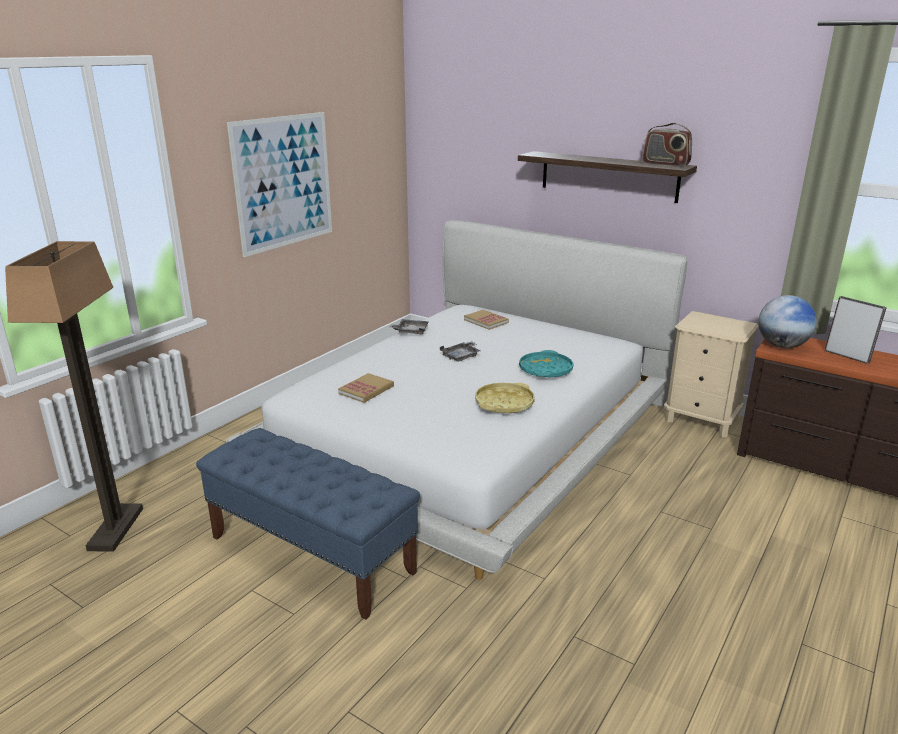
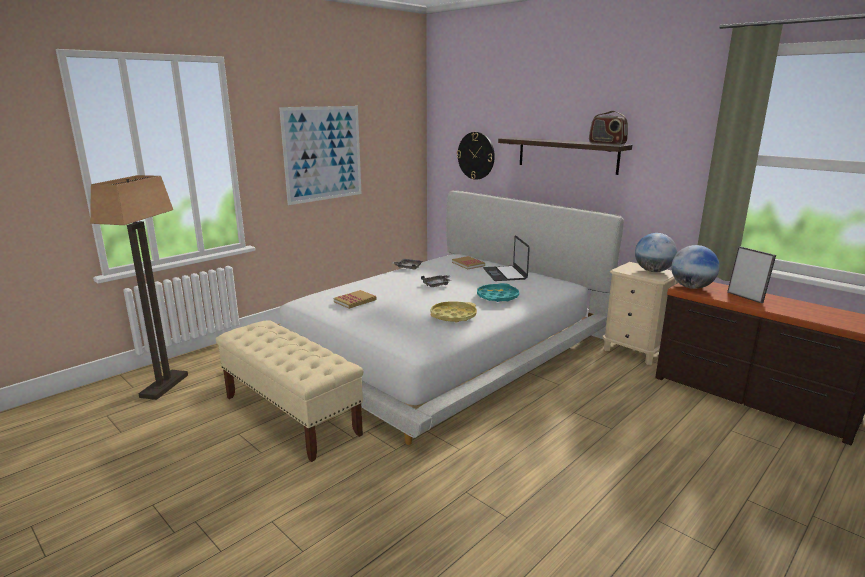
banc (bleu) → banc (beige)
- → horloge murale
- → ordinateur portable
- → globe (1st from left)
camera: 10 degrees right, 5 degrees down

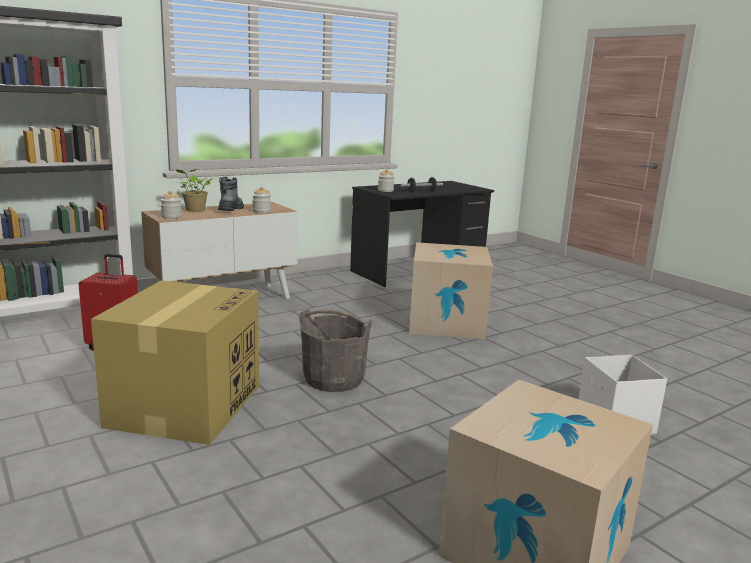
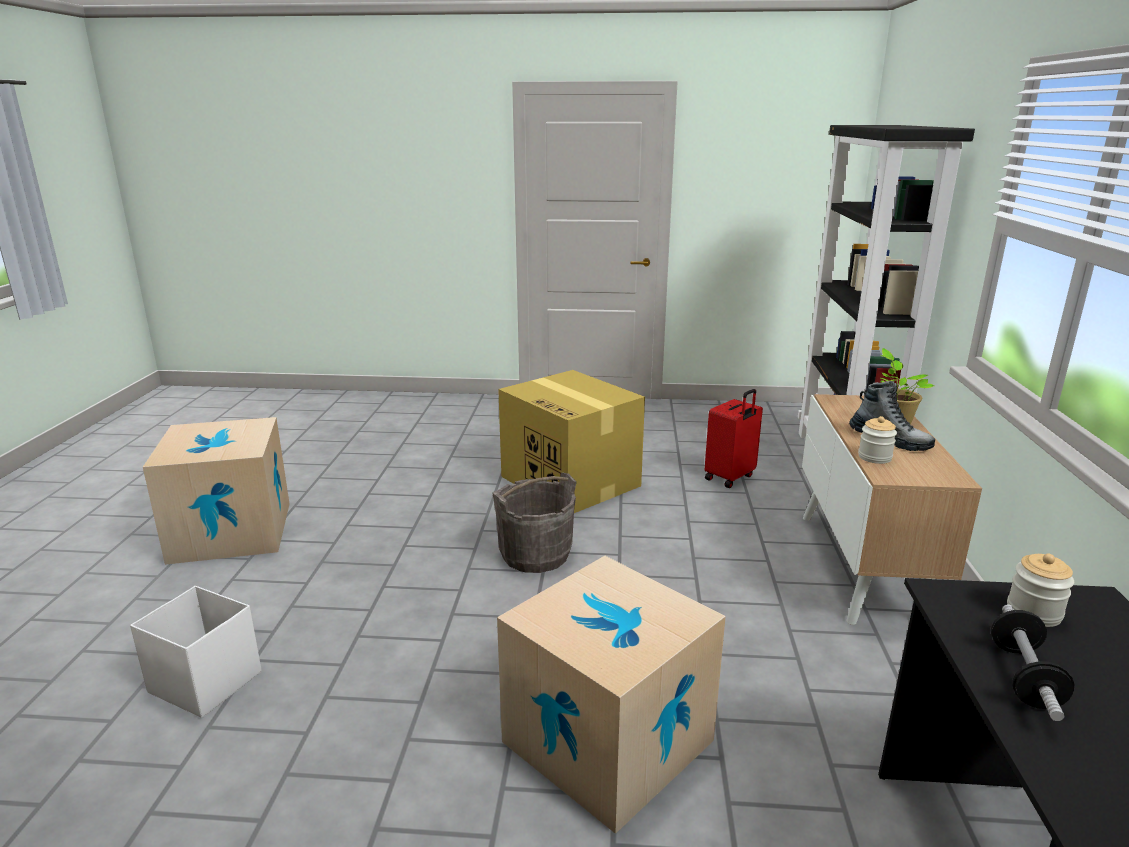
bocal (1st from left) → -
camera: 130 degrees right, 5 degrees up

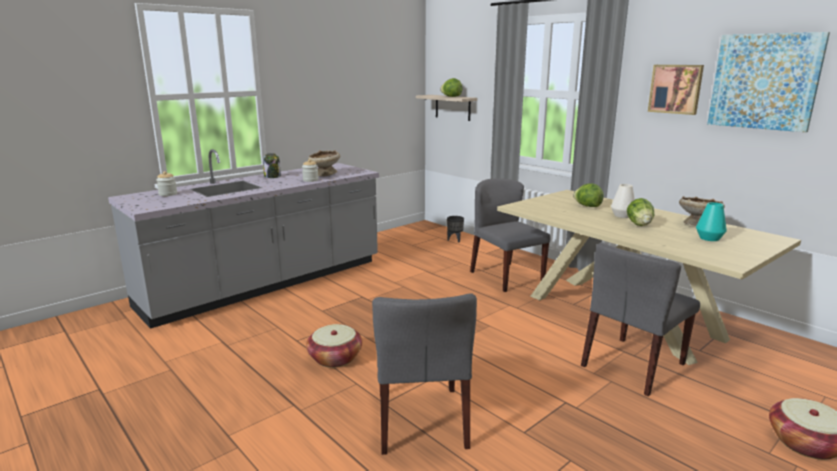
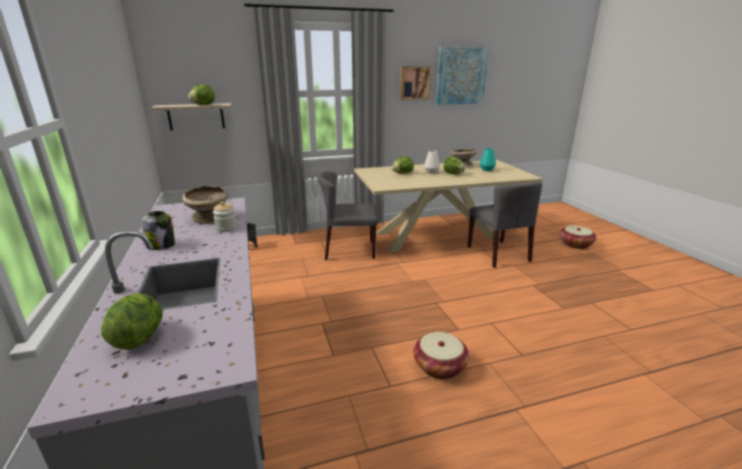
bocal (1st from left) → laitue (1st from left)
chaise (gris) (1st from left) → -
camera: 65 degrees left, 5 degrees up

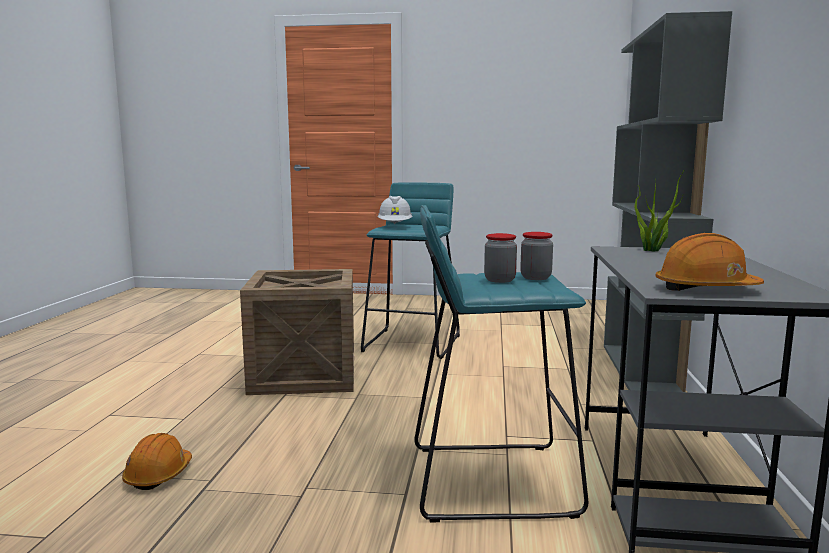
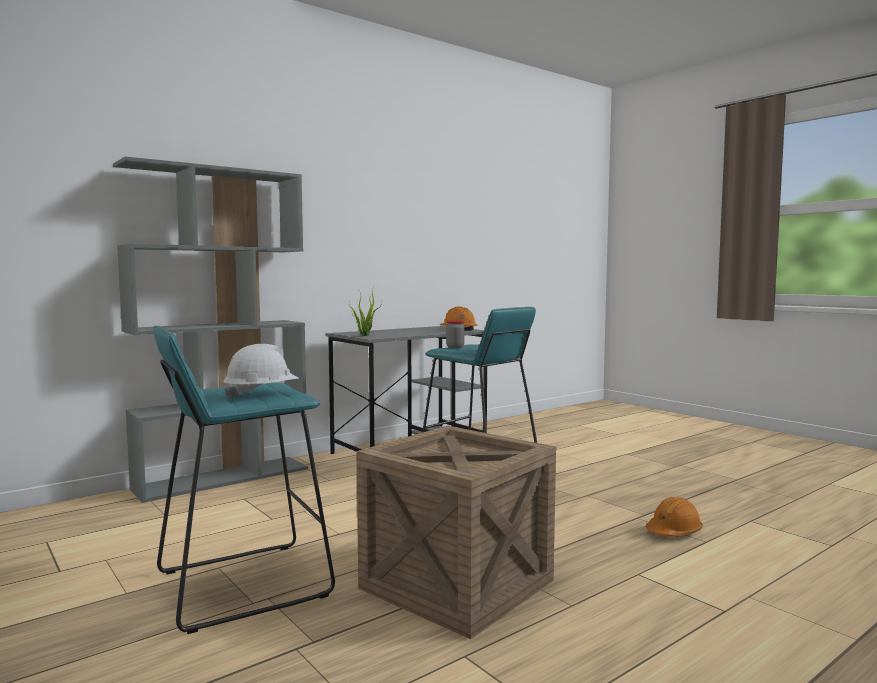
bocal (1st from left) → -
camera: 135 degrees left, 5 degrees down

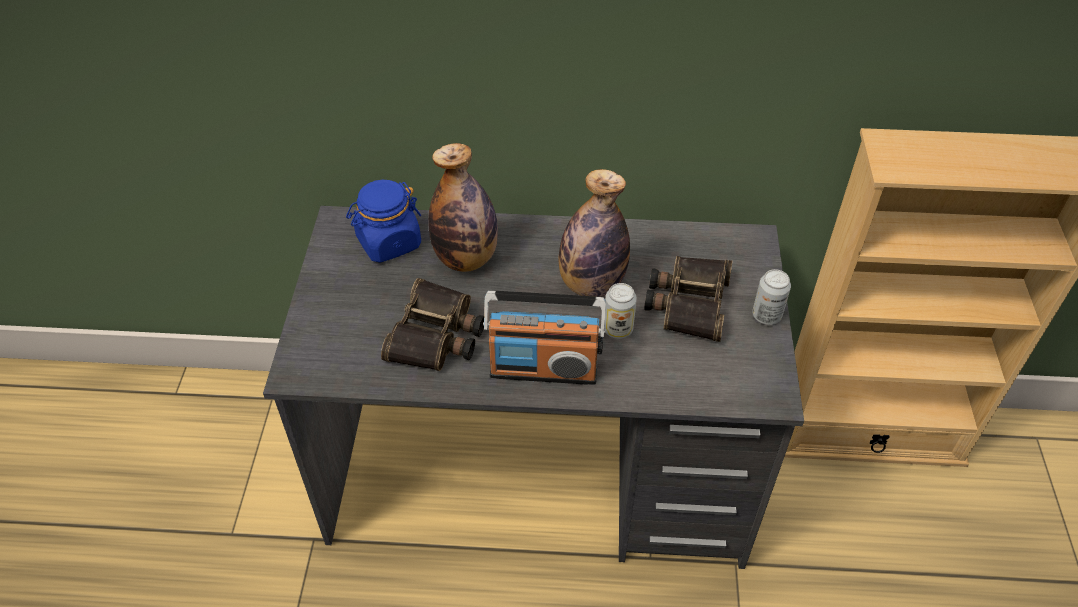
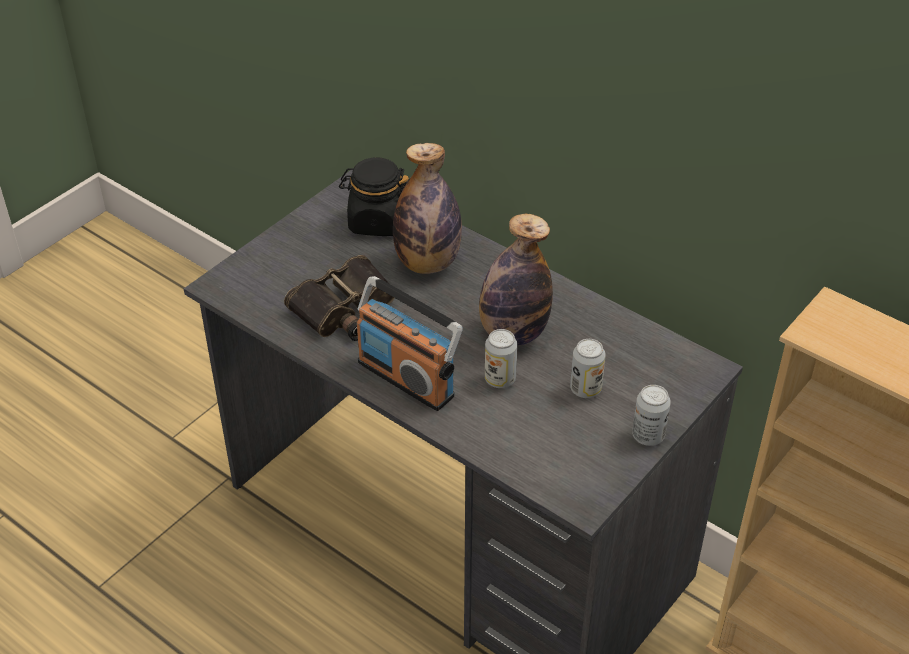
bocal (bleu) → bocal (noir)
jumelles (2nd from left) → boîte métallique (2nd from left)
camera: 35 degrees right, 5 degrees down

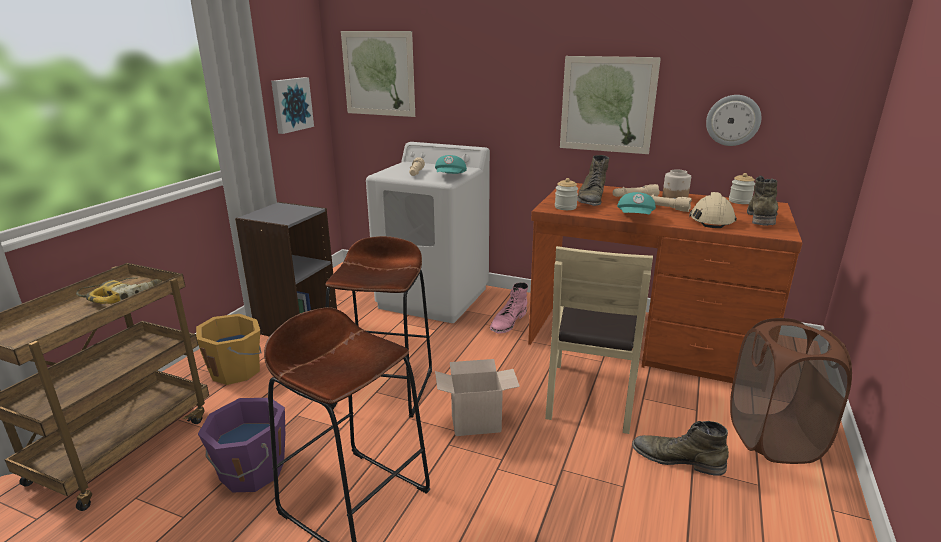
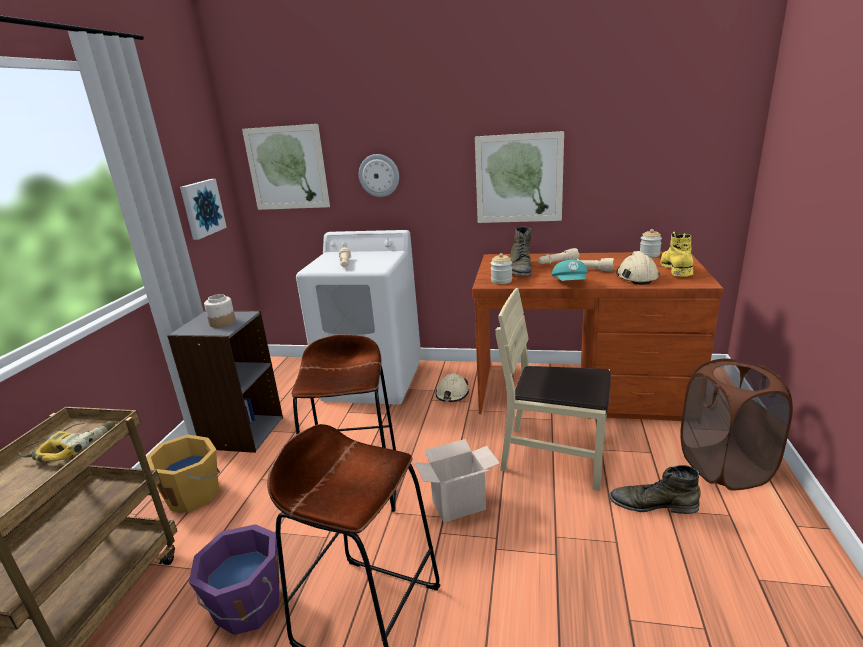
bocal (2nd from left in the first image) → bocal (1st from left), moved
horloge murale, moved
botte (rose) → casque de chantier (beige) (1st from left)
chaise (beige), 105 degrees clockwise
botte (vert) (3rd from left) → botte (jaune)
casquette (turquoise) (1st from left) → -
camera: 10 degrees left, 0 degrees up

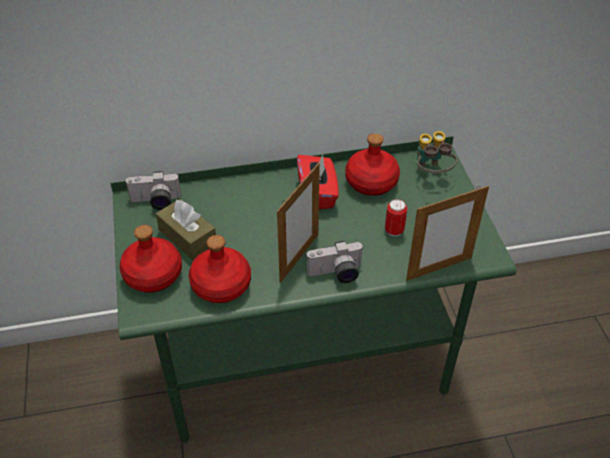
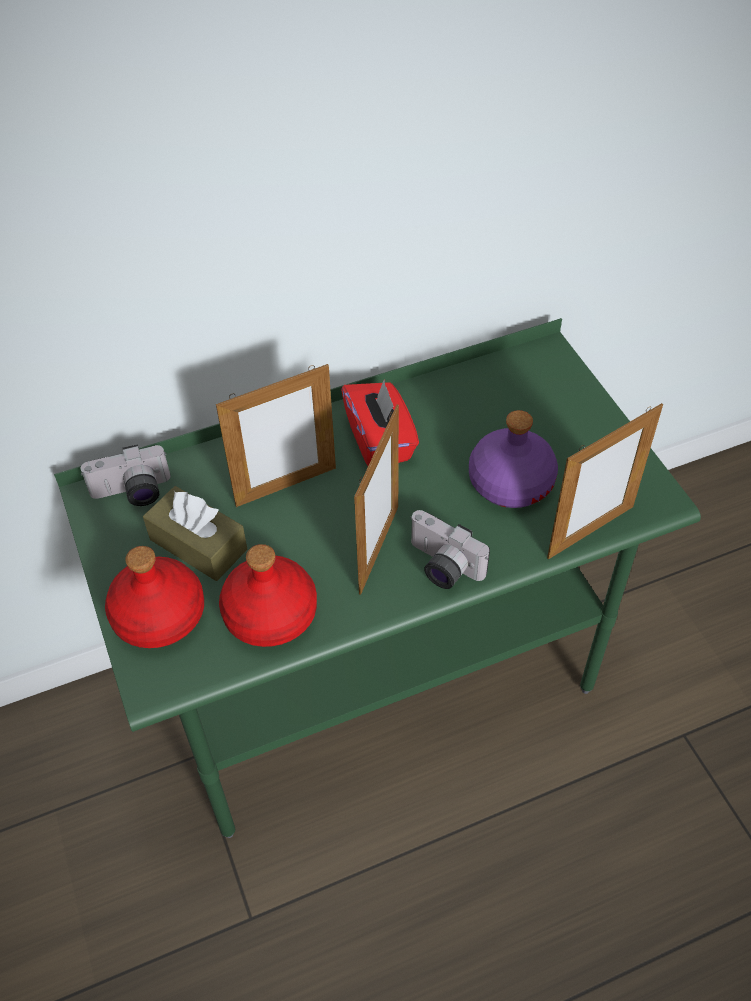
- → cadre photo (1st from left)
appareil photo (2nd from left), 60 degrees clockwise
boîte métallique → bouteille (violet)
bouteille (rouge) (3rd from left) → -
jumelles → -
camera: 10 degrees left, 5 degrees up

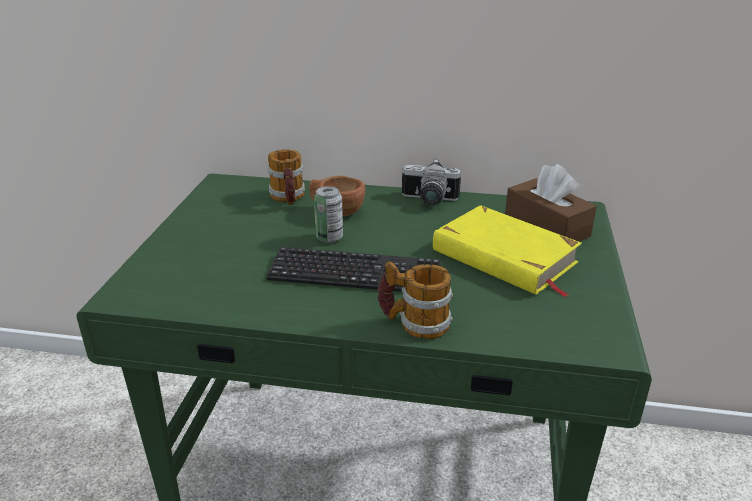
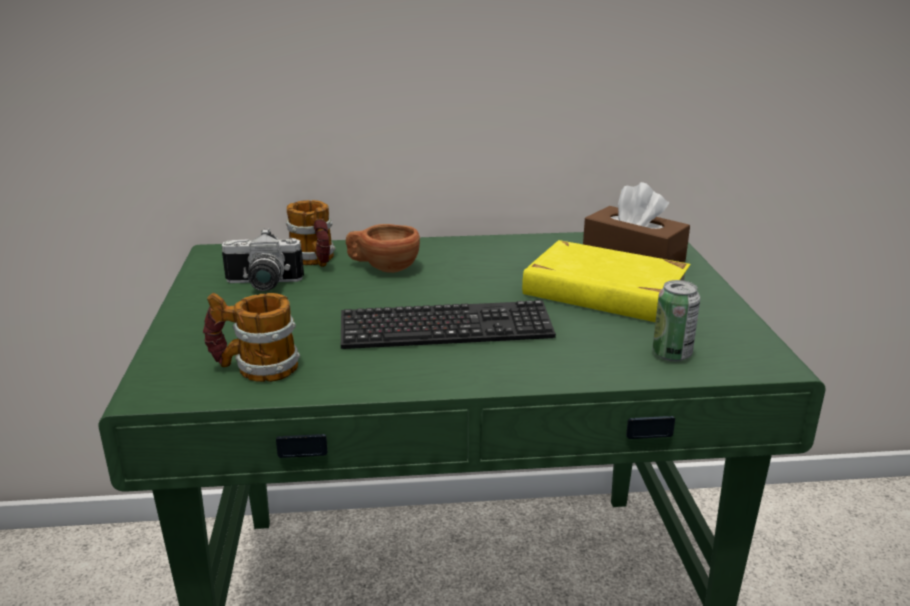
mug (2nd from left in the first image) → mug (1st from left), moved
appareil photo, moved
boîte métallique, moved
camera: 15 degrees left, 5 degrees down

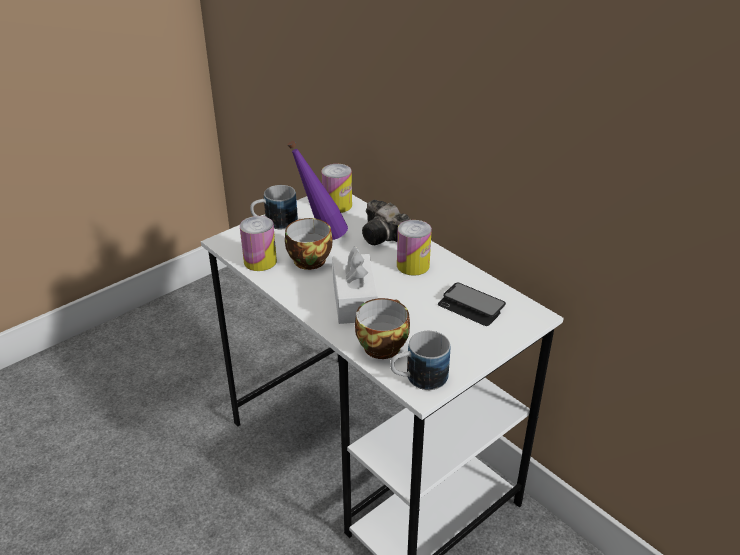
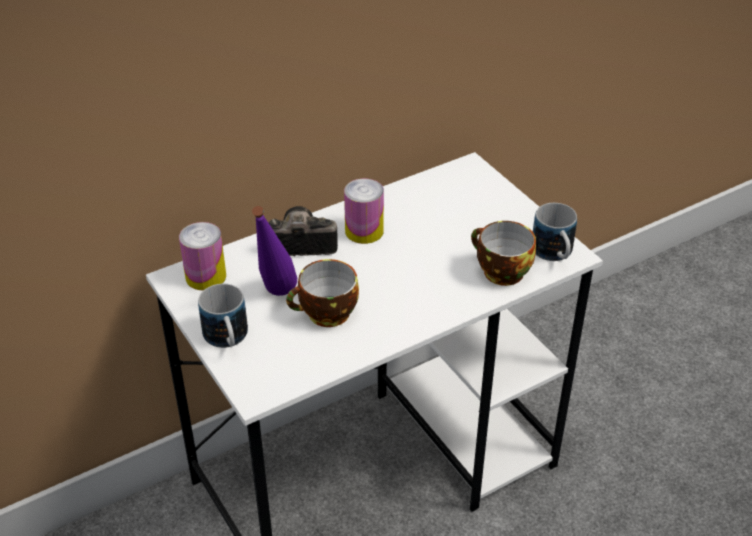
appareil photo, 150 degrees counterclockwise
boîte métallique (1st from left) → -
boîte à mouchoirs (blanc) → -
téléphone → -
camera: 80 degrees left, 5 degrees up

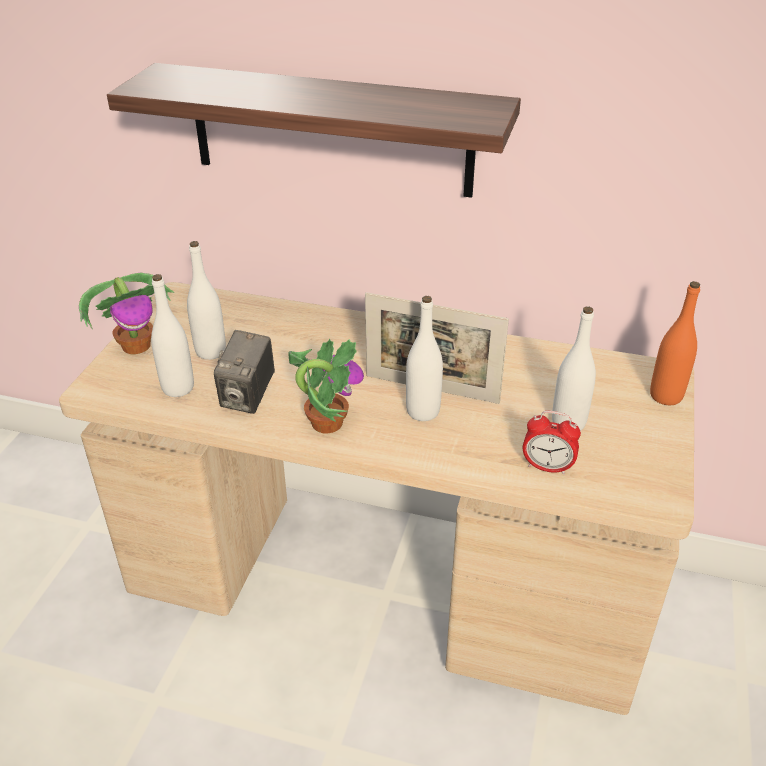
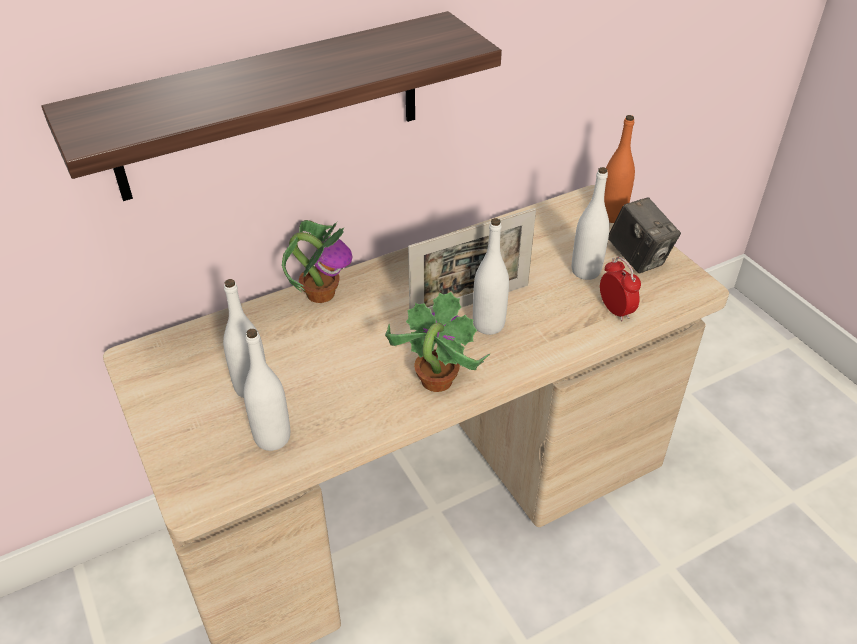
plante en pot (1st from left), moved
réveil, 90 degrees counterclockwise
appareil photo, moved
camera: 45 degrees left, 5 degrees up

